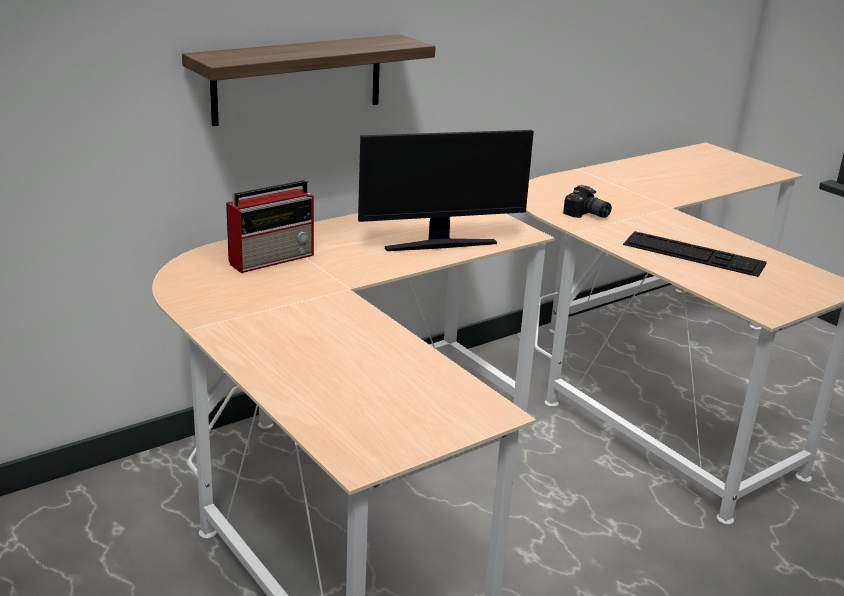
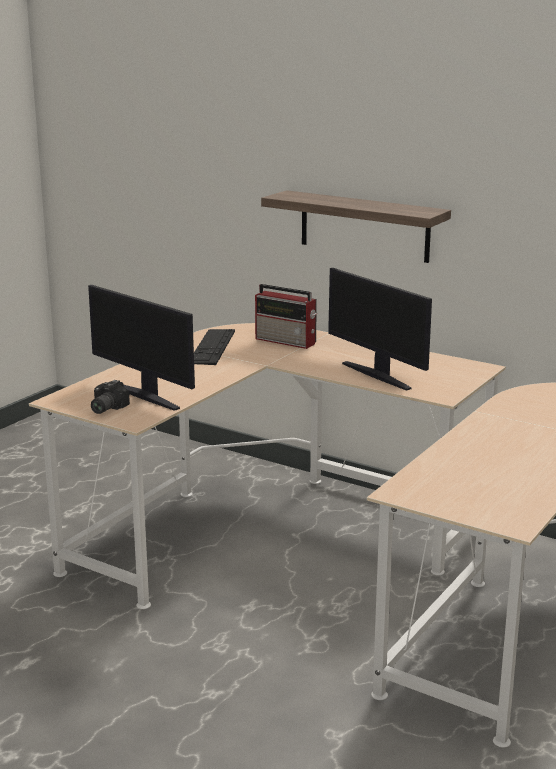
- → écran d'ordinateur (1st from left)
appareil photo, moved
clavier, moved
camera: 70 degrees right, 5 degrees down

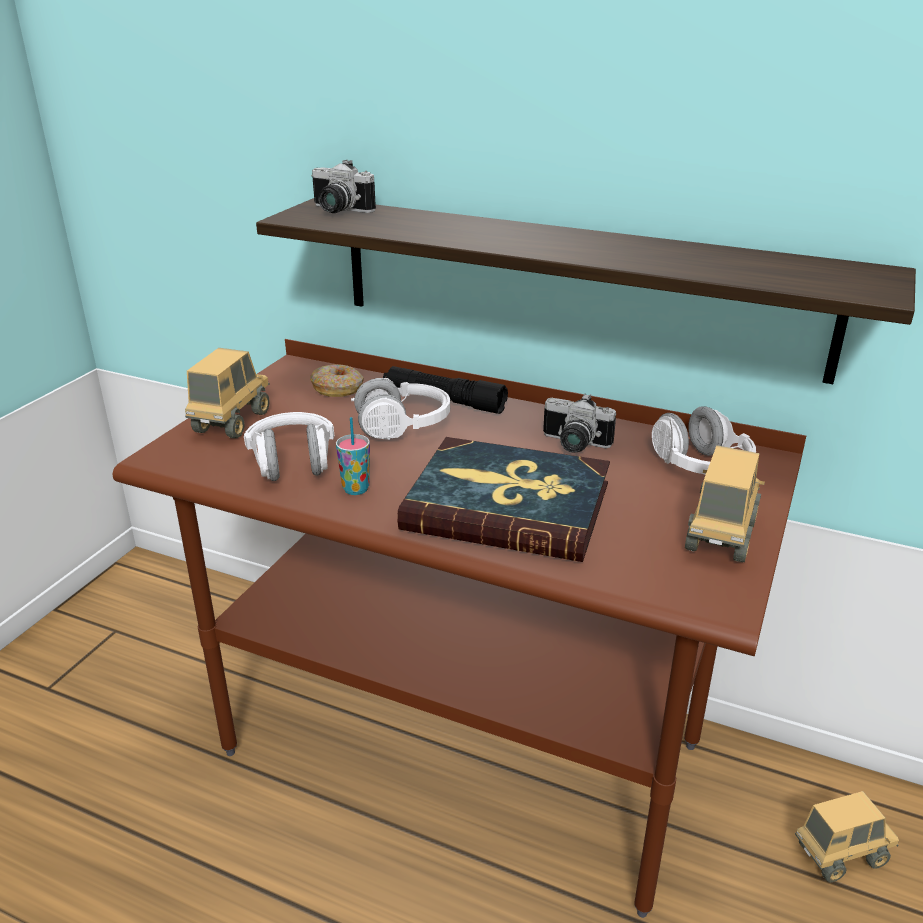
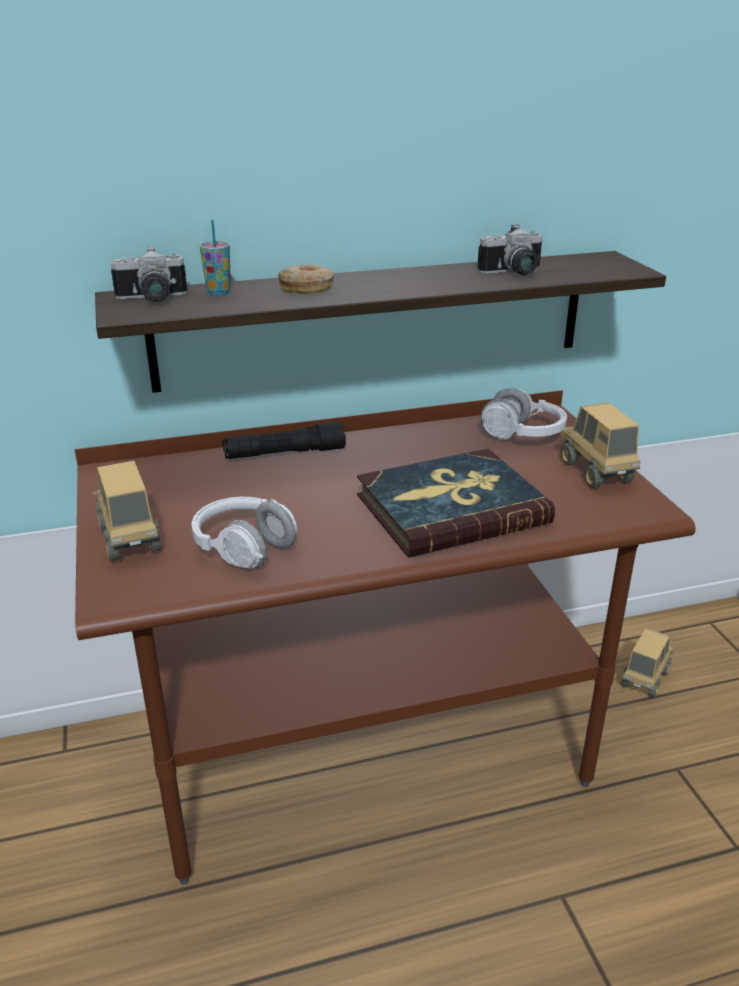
tasse, moved
beignet, moved
appareil photo (2nd from left), moved
casque audio (blanc) (2nd from left) → -
camera: 40 degrees left, 0 degrees up

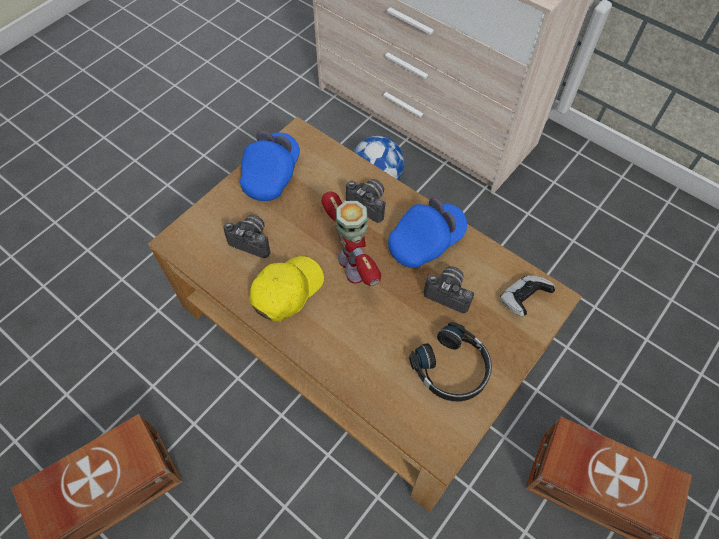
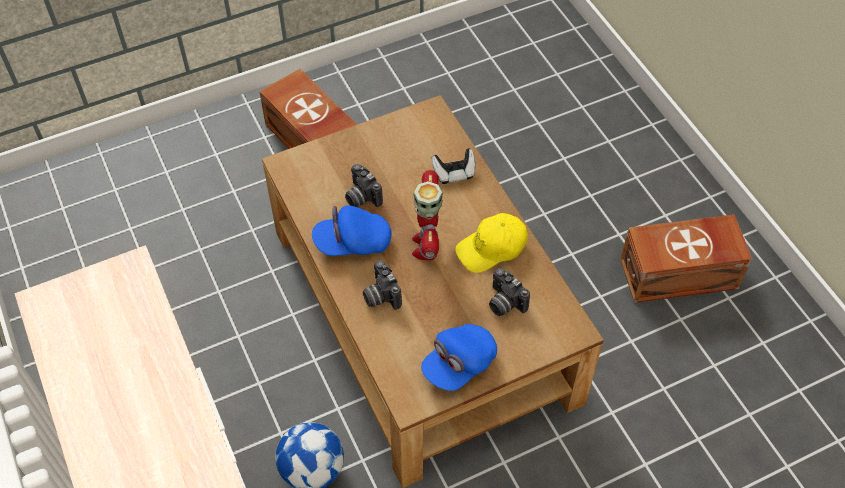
manette, moved
casque audio (noir) → -
camera: 155 degrees left, 5 degrees down

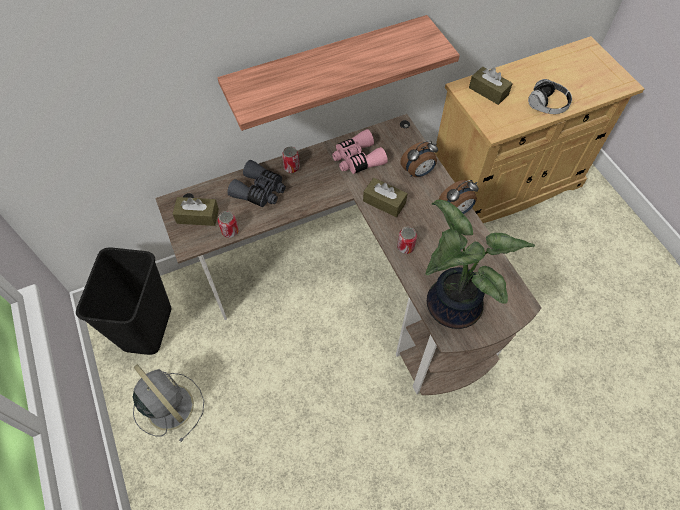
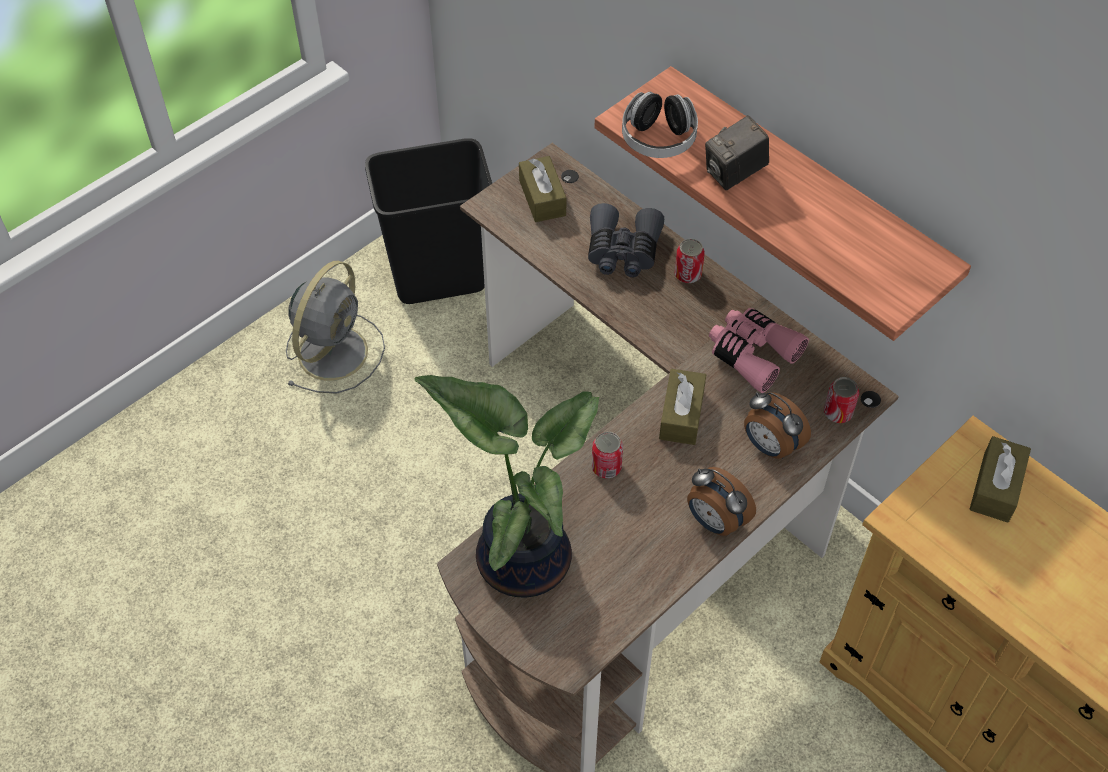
casque audio, moved
- → appareil photo
boîte métallique (1st from left in the first image) → boîte métallique (3rd from left), moved
camera: 70 degrees right, 5 degrees down

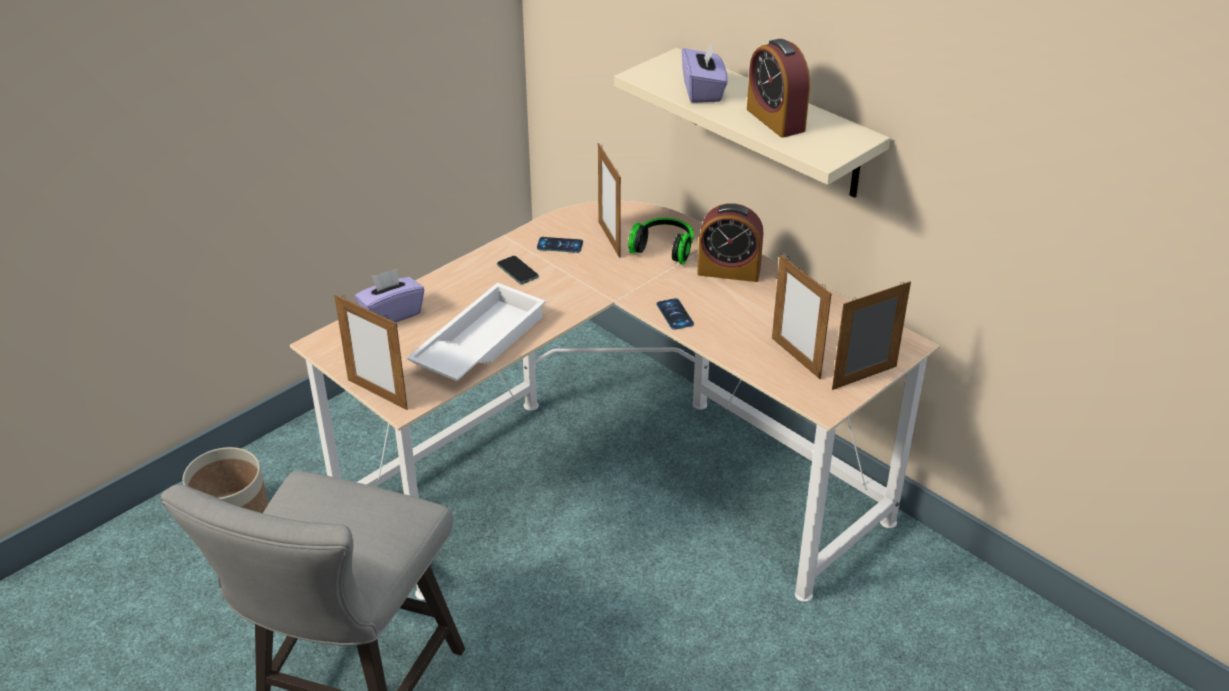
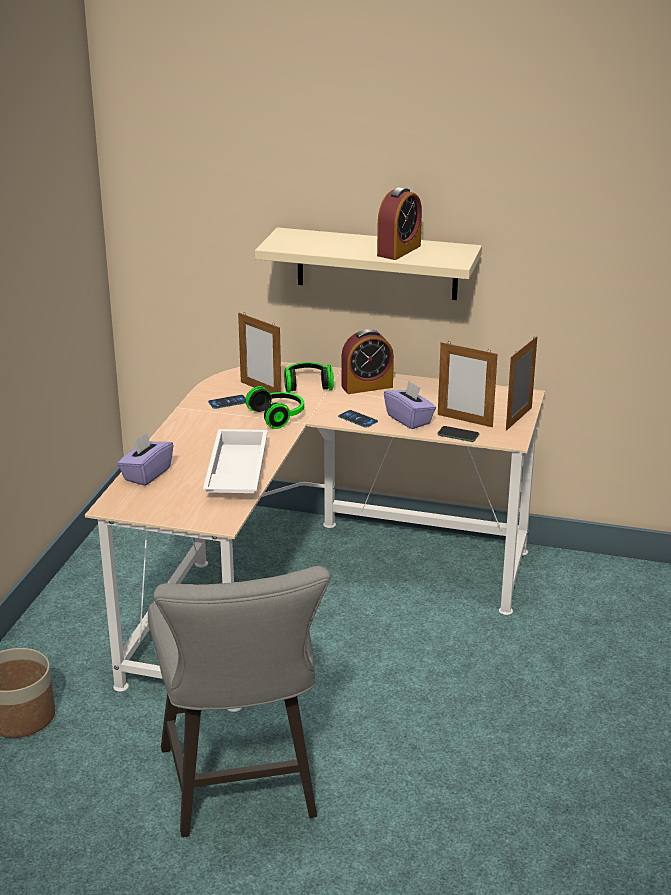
- → casque audio (1st from left)
réveil (2nd from left), 90 degrees counterclockwise
boîte à mouchoirs (violet) (2nd from left), moved
téléphone (1st from left in the first image) → téléphone (3rd from left), moved
cadre photo (1st from left) → -
camera: 30 degrees left, 10 degrees down

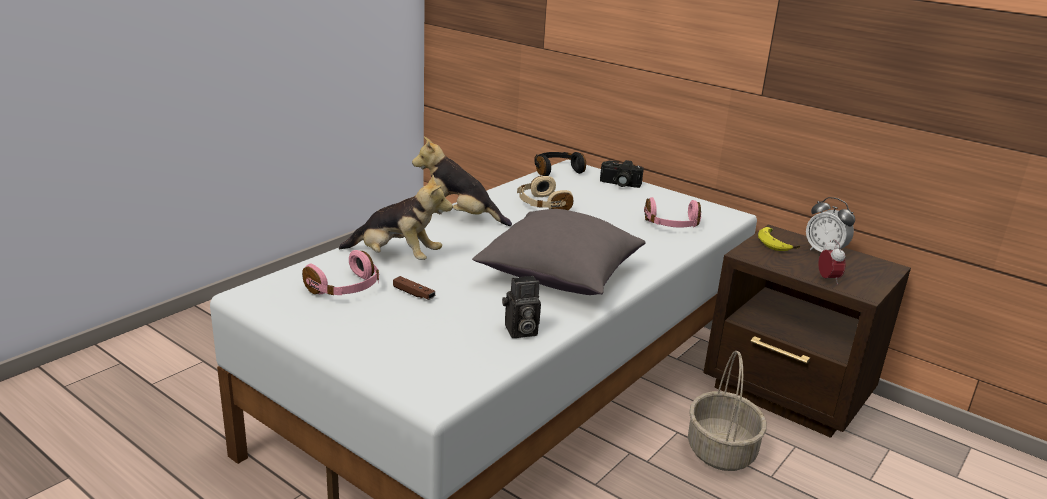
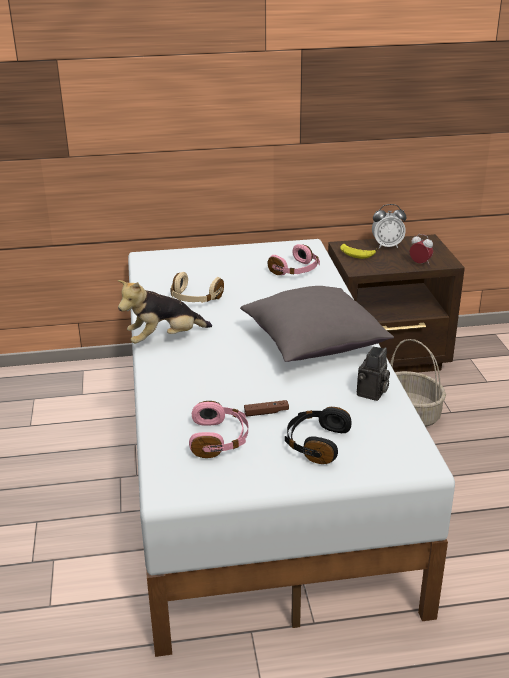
casque audio (noir), moved
peluche (1st from left) → -
appareil photo (2nd from left) → -
camera: 45 degrees left, 5 degrees up

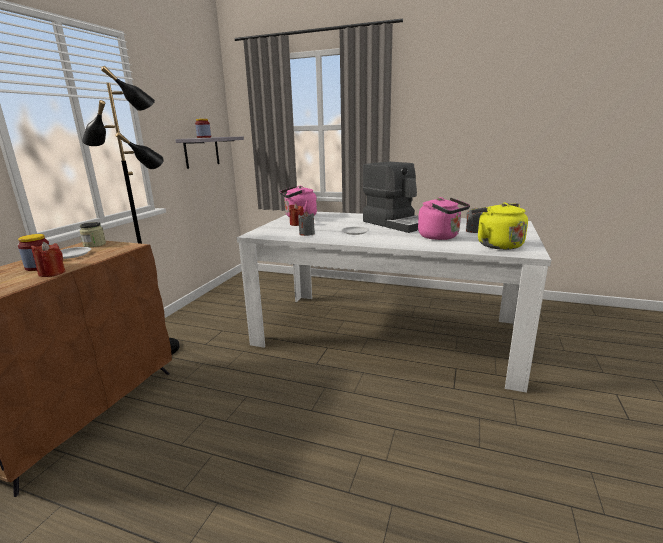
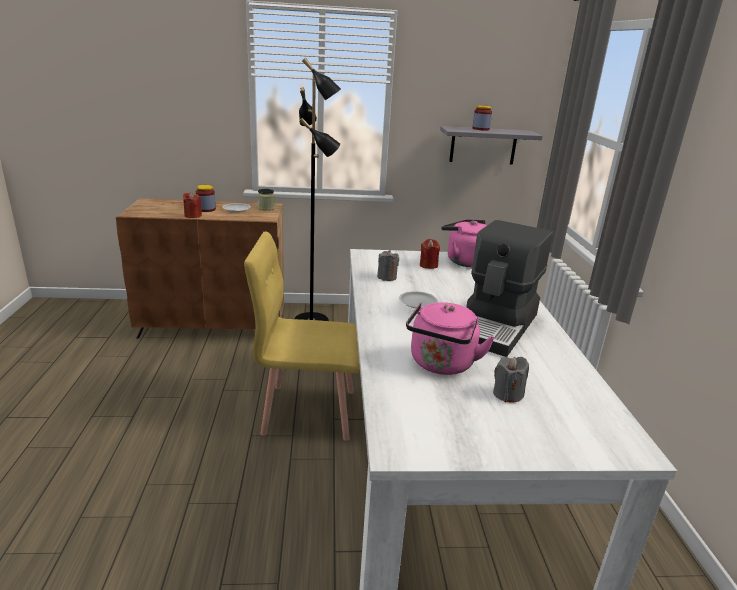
- → chaise (jaune)
bouilloire (jaune) → -
camera: 65 degrees right, 5 degrees up

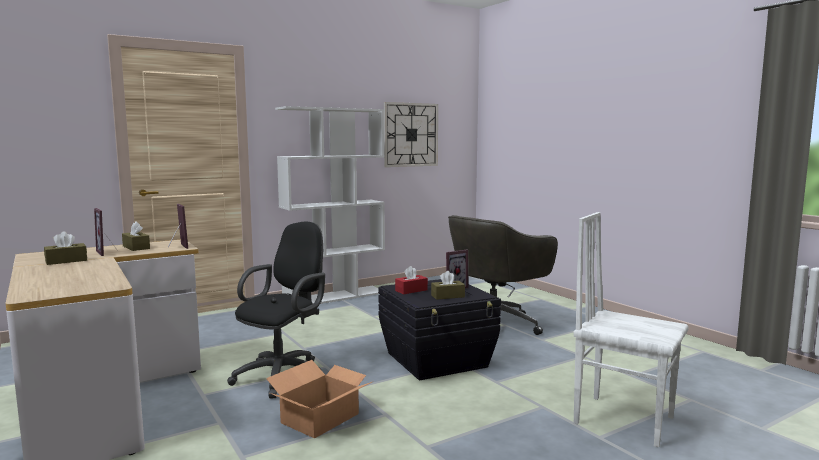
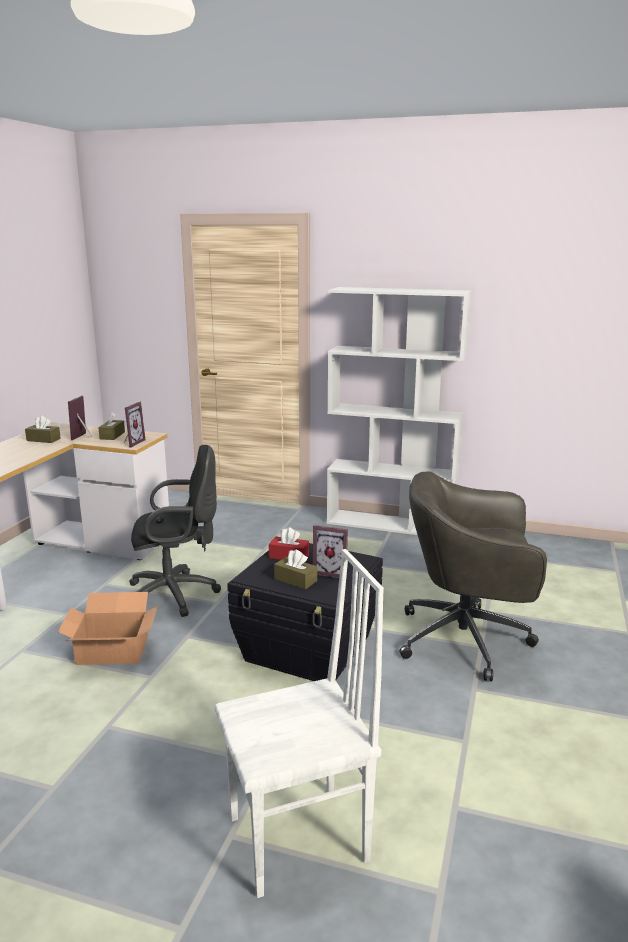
chaise (blanc), 75 degrees clockwise
horloge murale → -
camera: 50 degrees right, 10 degrees up

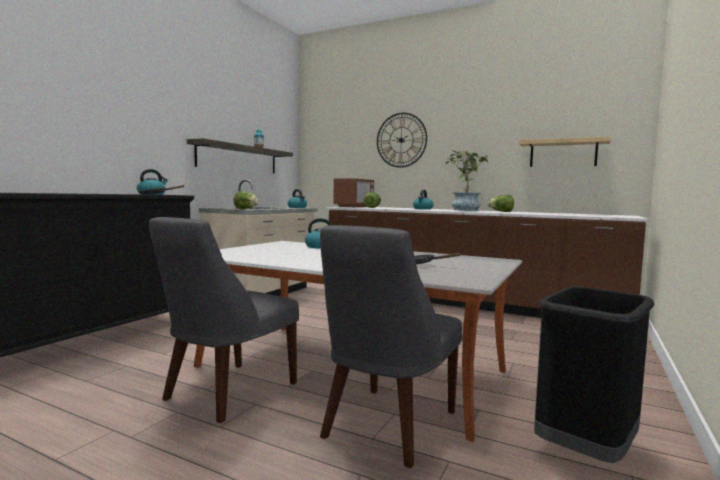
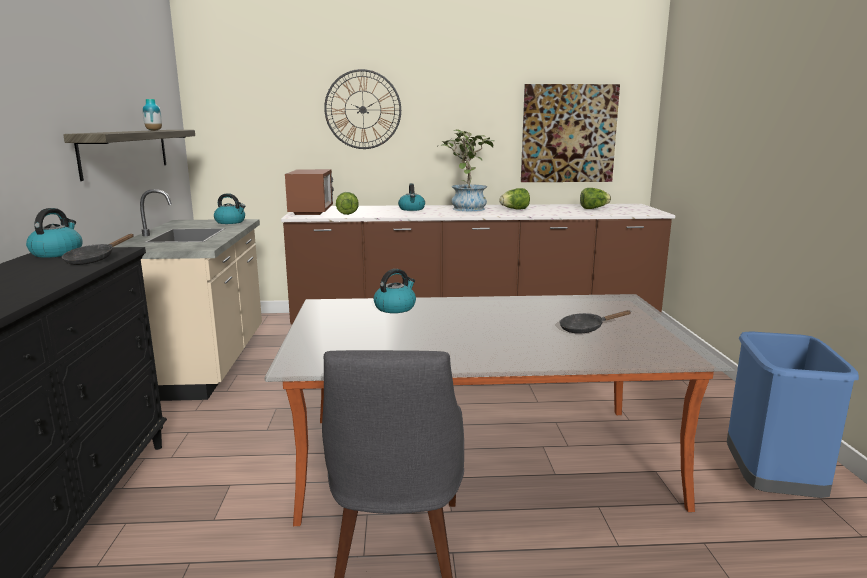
étagère (2nd from left) → tableau
laitue (1st from left in the first image) → laitue (3rd from left), moved
poubelle (noir) → poubelle (bleu)
chaise (gris) (2nd from left) → -
camera: 30 degrees left, 10 degrees up

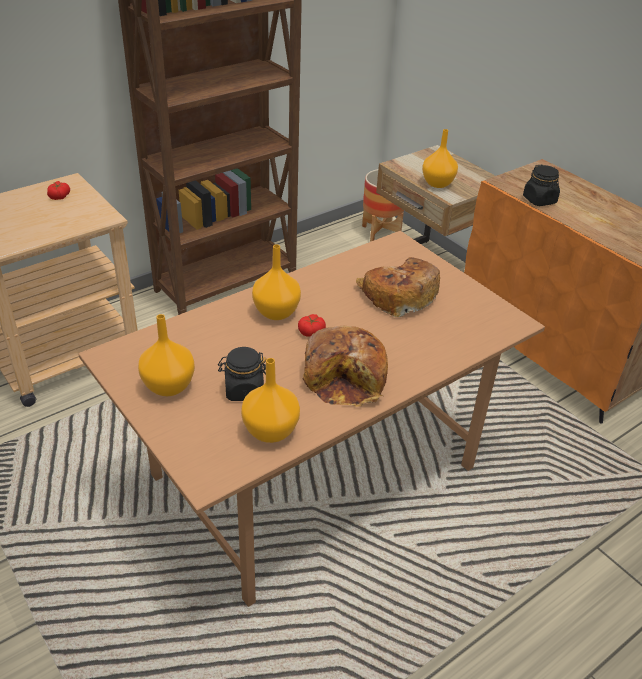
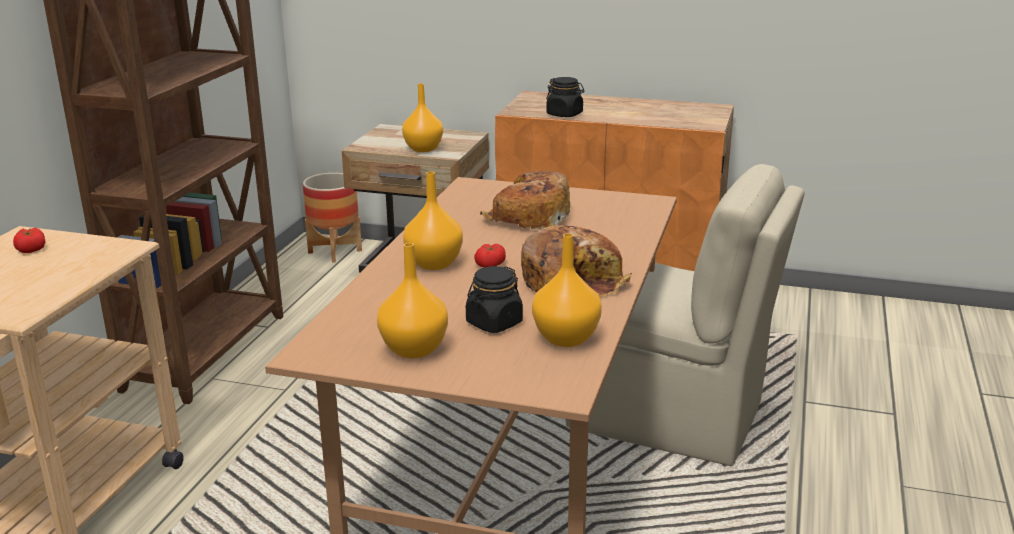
- → chaise (beige)
camera: 35 degrees left, 15 degrees down

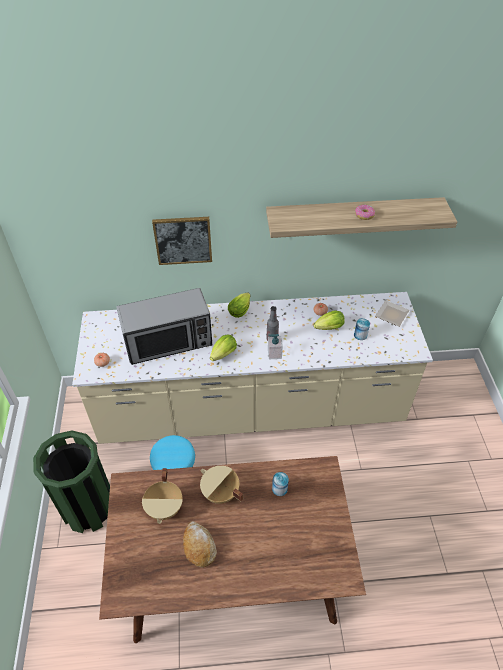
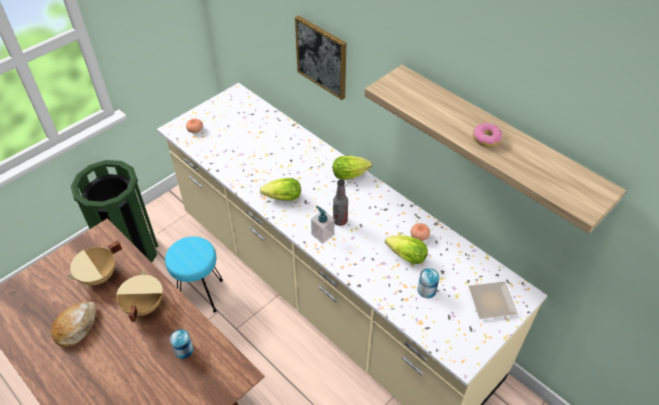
micro-ondes → -
camera: 50 degrees right, 0 degrees up

